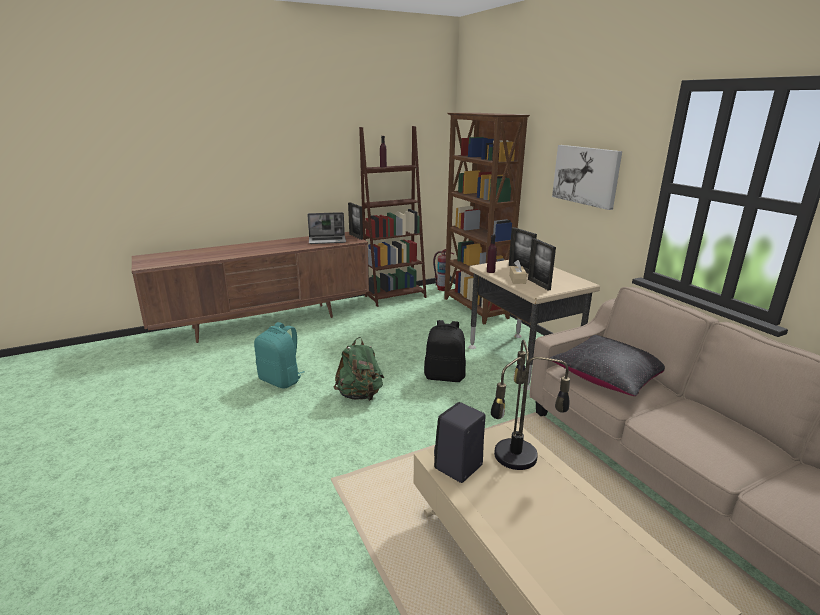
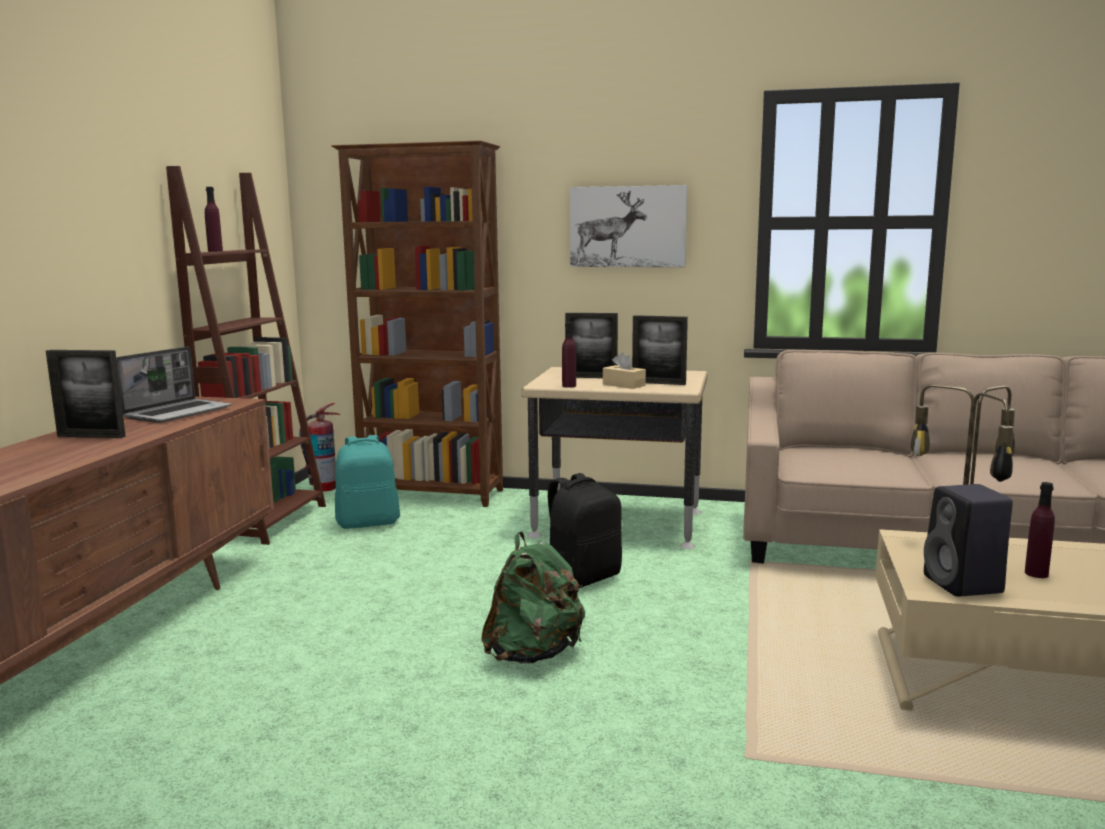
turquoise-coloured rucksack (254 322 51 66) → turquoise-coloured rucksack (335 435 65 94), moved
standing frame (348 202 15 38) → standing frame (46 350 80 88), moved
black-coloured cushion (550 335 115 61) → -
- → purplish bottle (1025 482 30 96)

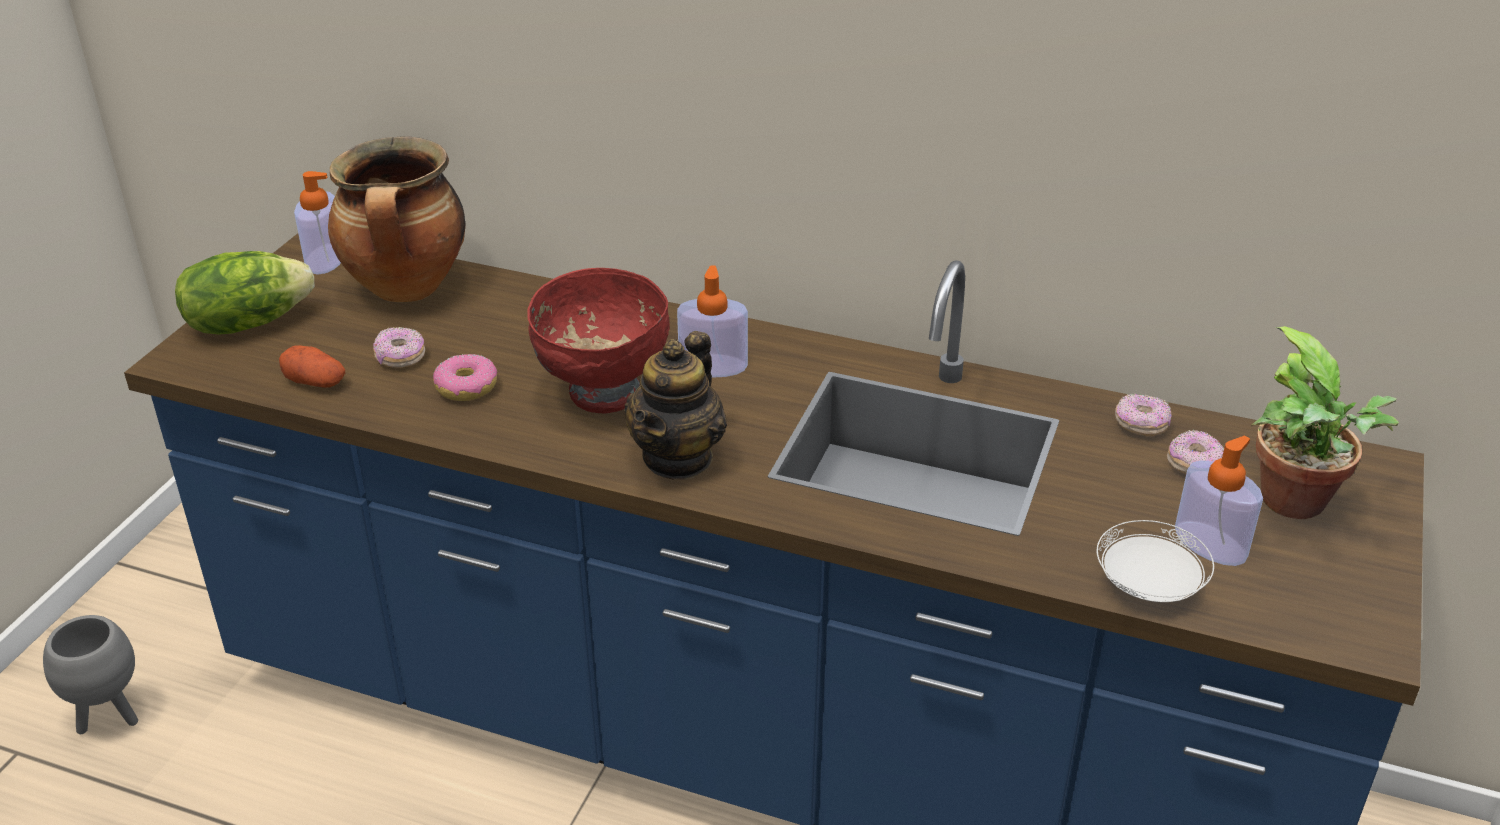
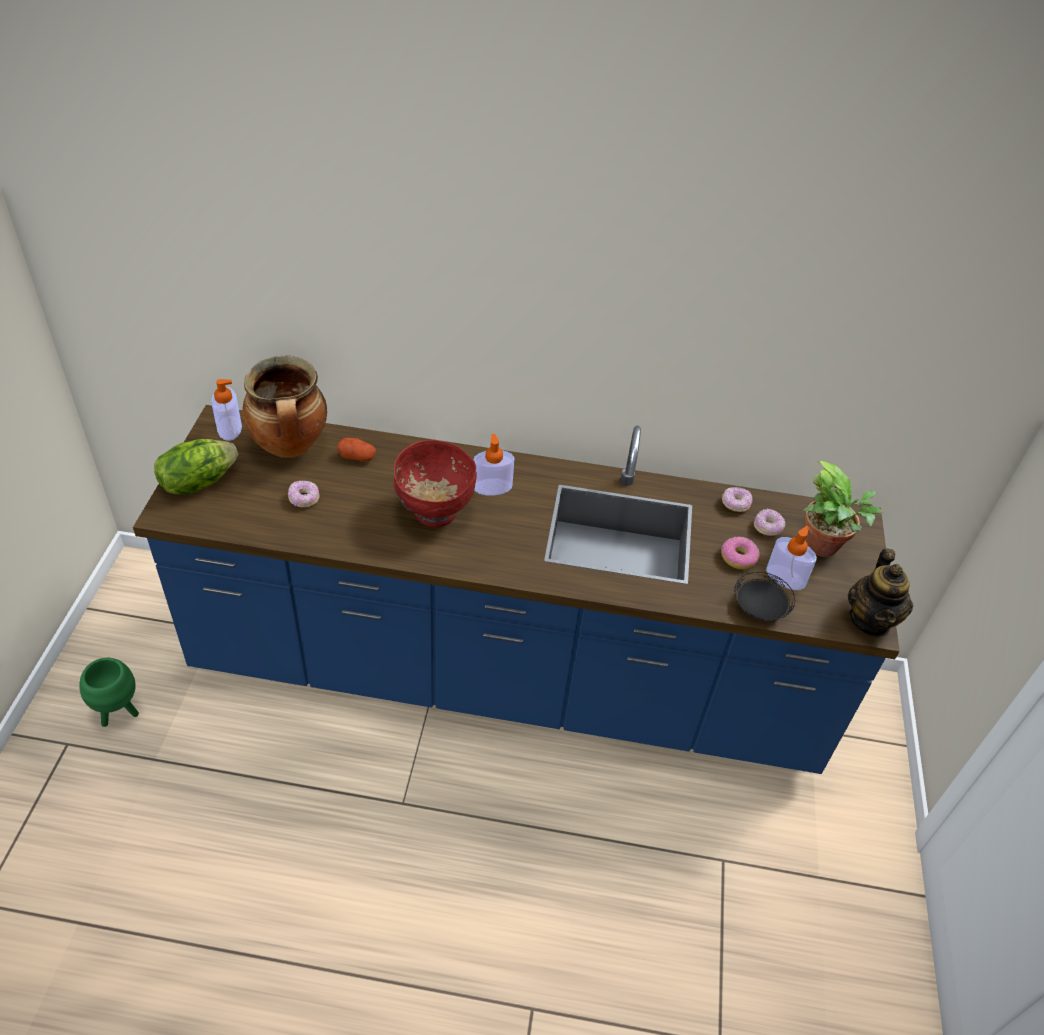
greyish plant pot (43 615 95 119) → greenish plant pot (79 658 60 69)
spud (279 345 66 43) → spud (337 438 39 23), moved
donut (433 354 65 47) → donut (721 537 39 32), moved
tea pot (624 331 103 149) → tea pot (848 548 65 89), moved
white plate (1097 520 117 82) → black-coloured plate (734 572 61 49)

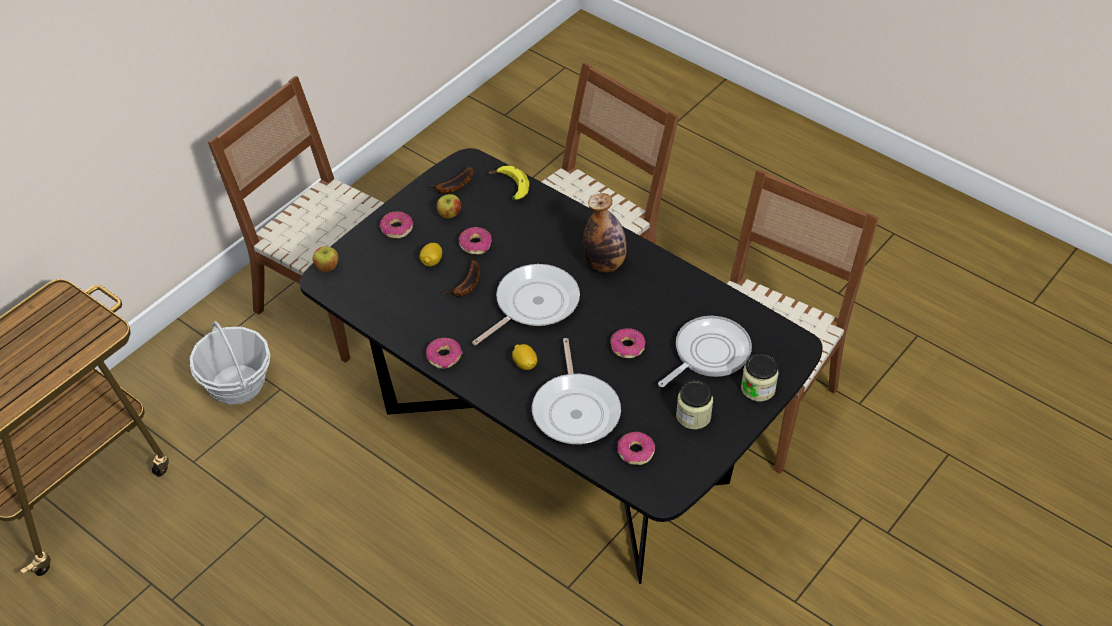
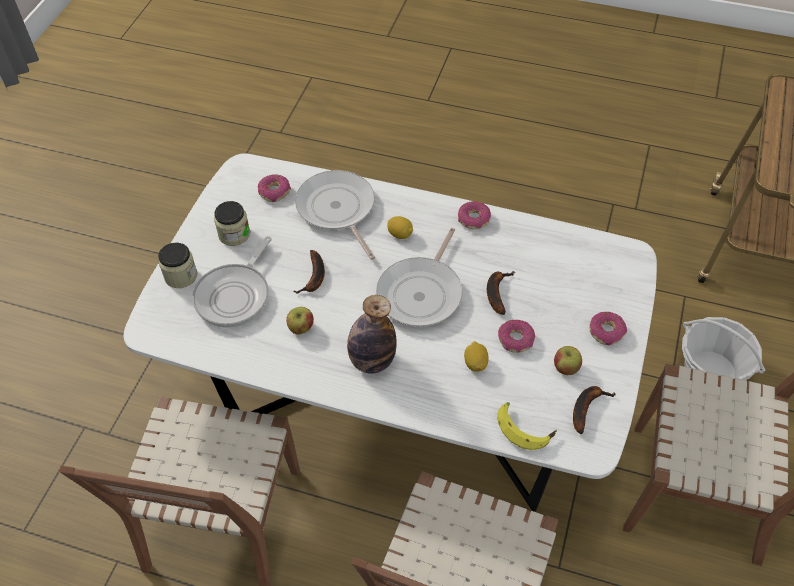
black-coloured kitchen table (300 148 523 436) → white kitchen table (124 153 533 359)
whole apple (313 247 25 25) → whole apple (286 307 28 27), moved
whole lemon (419 243 23 24) → whole lemon (464 341 25 31), moved
donut (610 328 36 30) → banana fruit (293 250 32 43)

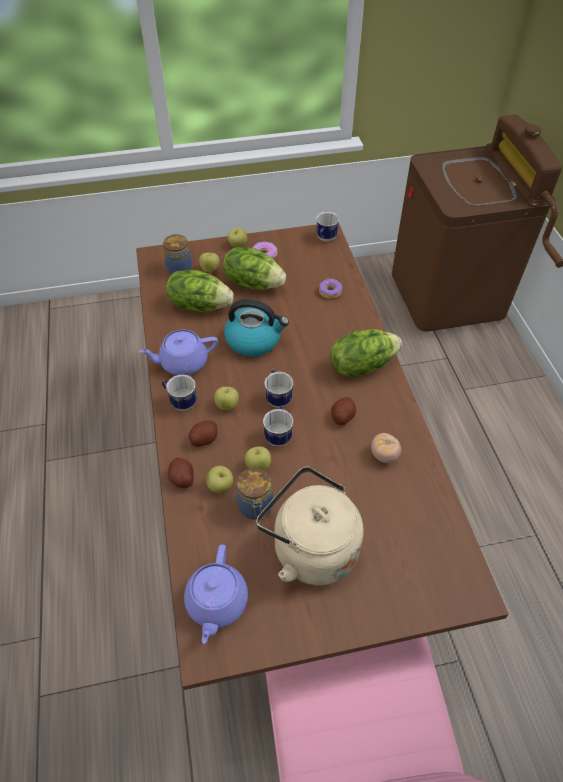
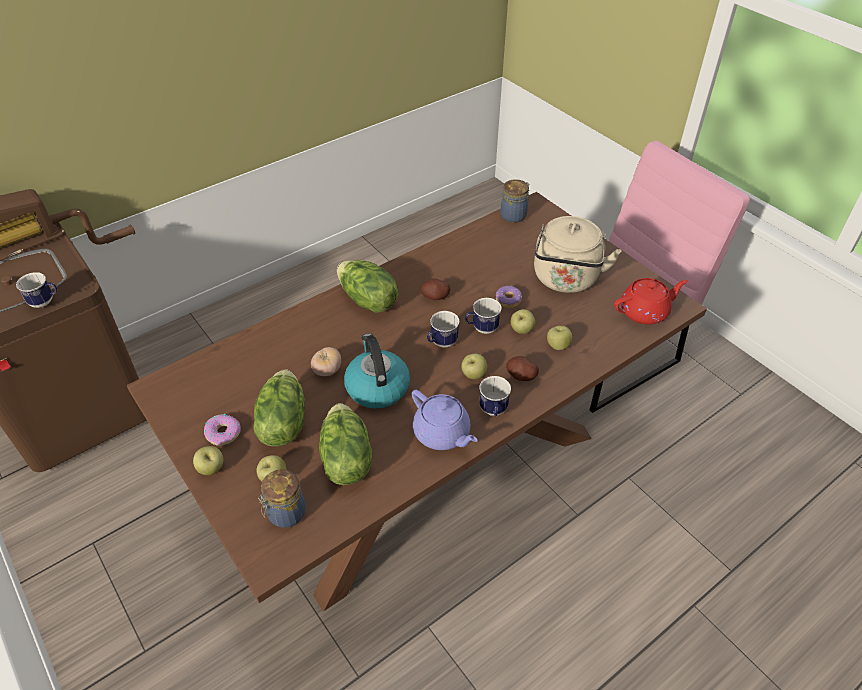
spud (168 458 26 30) → -
purplish tea pot (184 544 64 100) → red tea pot (614 278 74 46)
preserve jar (237 468 36 52) → preserve jar (501 179 29 44), moved
coffee mug (316 212 23 30) → coffee mug (16 272 41 36), moved
donut (319 278 23 21) → donut (496 286 26 22), moved
whole tomato (371 433 30 30) → whole tomato (311 347 30 29), moved

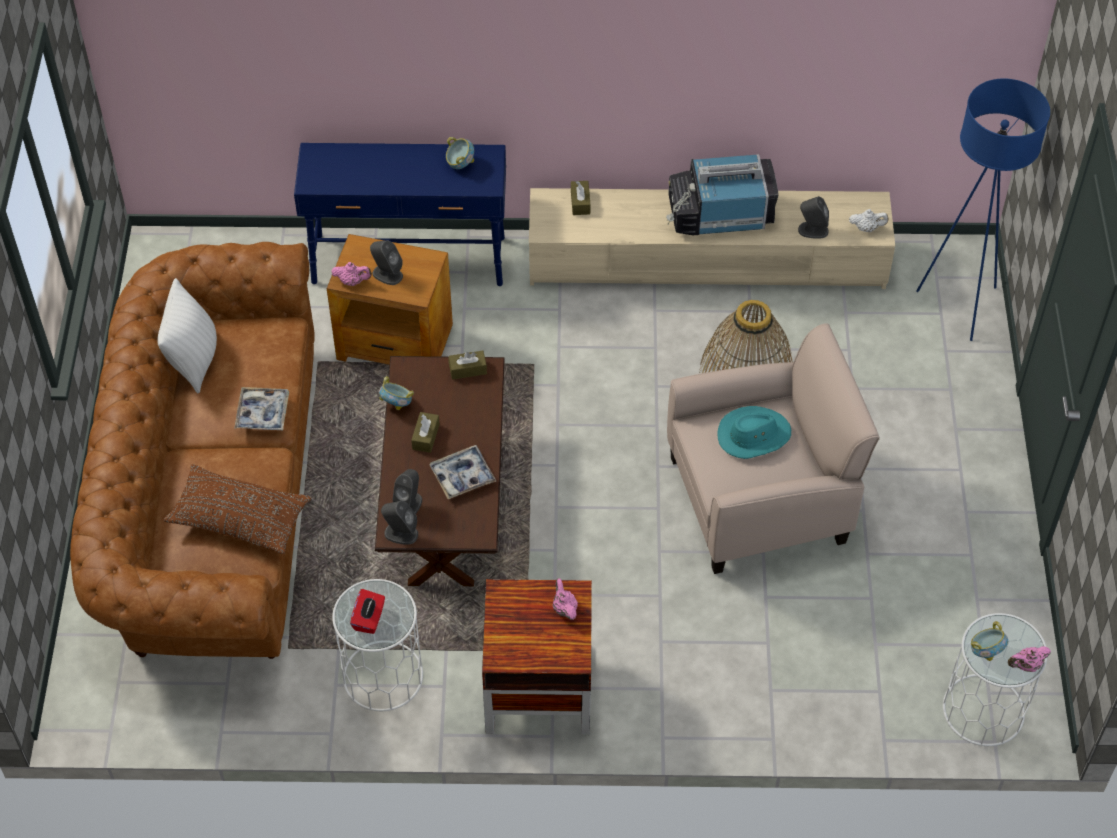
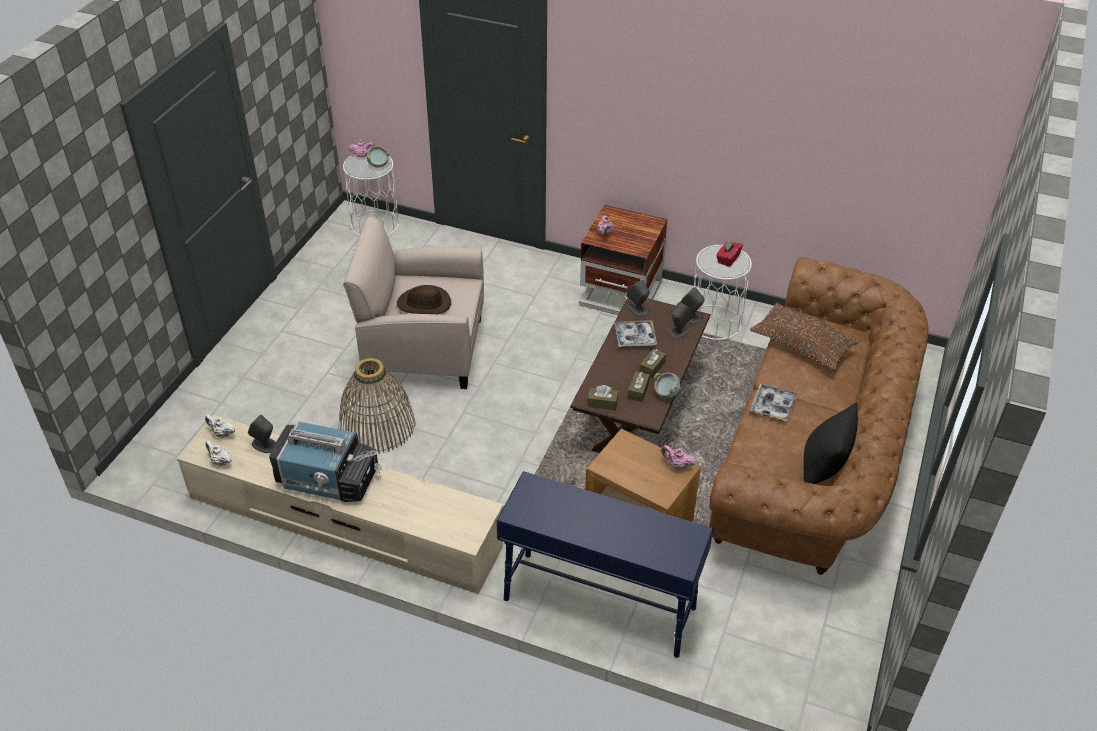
white cushion (157 278 60 115) → black-coloured cushion (804 403 54 81)
greyish loudspeaker (370 241 33 44) → greyish loudspeaker (627 280 23 36), moved
bowl (446 137 28 32) → -
brownish tissue holder (571 181 20 34) → brownish tissue holder (628 371 22 31), moved
turquoise-coloured clothing hat (717 406 74 53) → brownish clothing hat (397 285 54 29)
blue floor lamp (916 78 134 263) → -
- → white tea pot (205 440 27 26)

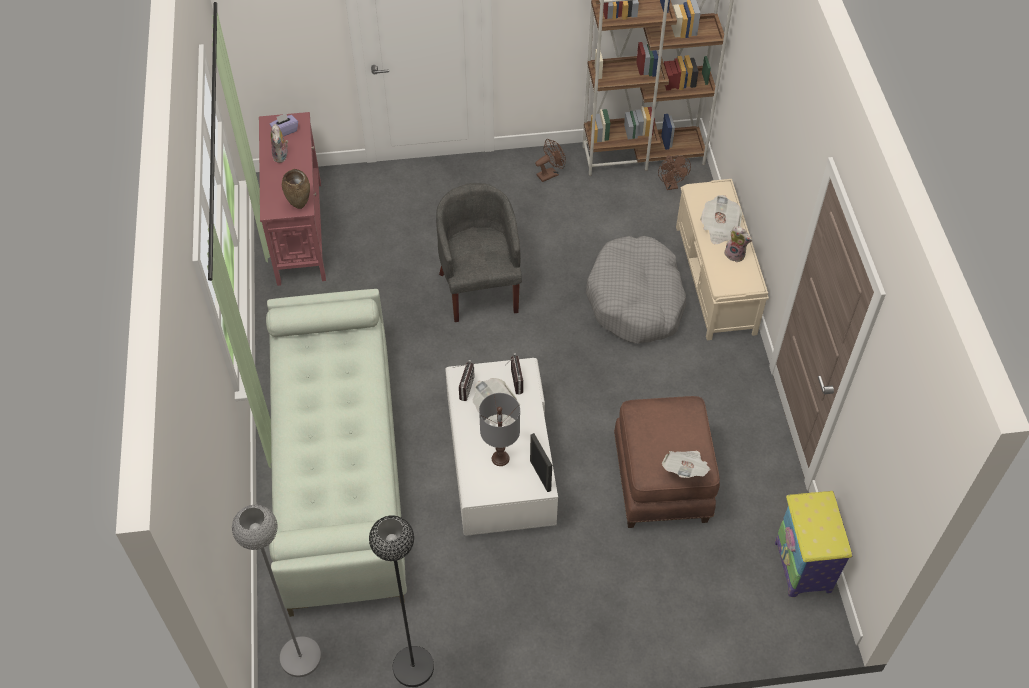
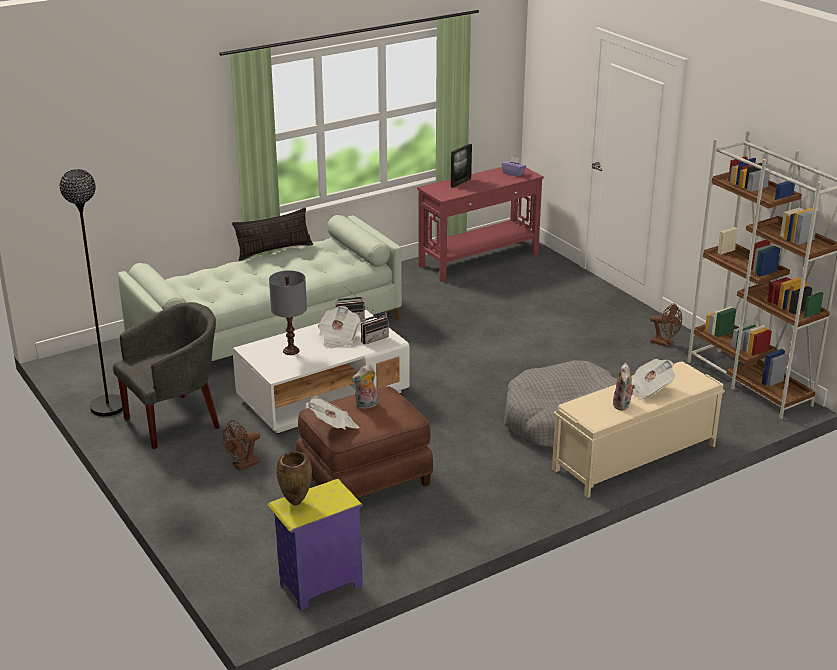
greyish floor lamp (232 505 89 172) → -
soft toy (271 124 17 39) → soft toy (352 364 26 45), moved
brownish flower vase (282 169 28 40) → brownish flower vase (276 451 36 55), moved
greyish armchair (436 183 86 139) → greyish armchair (113 302 107 147), moved
standing frame (530 433 22 59) → standing frame (451 144 21 44), moved
brownish cooling fan (658 155 33 35) → brownish cooling fan (223 420 37 51), moved
- → cushion (232 207 81 54)

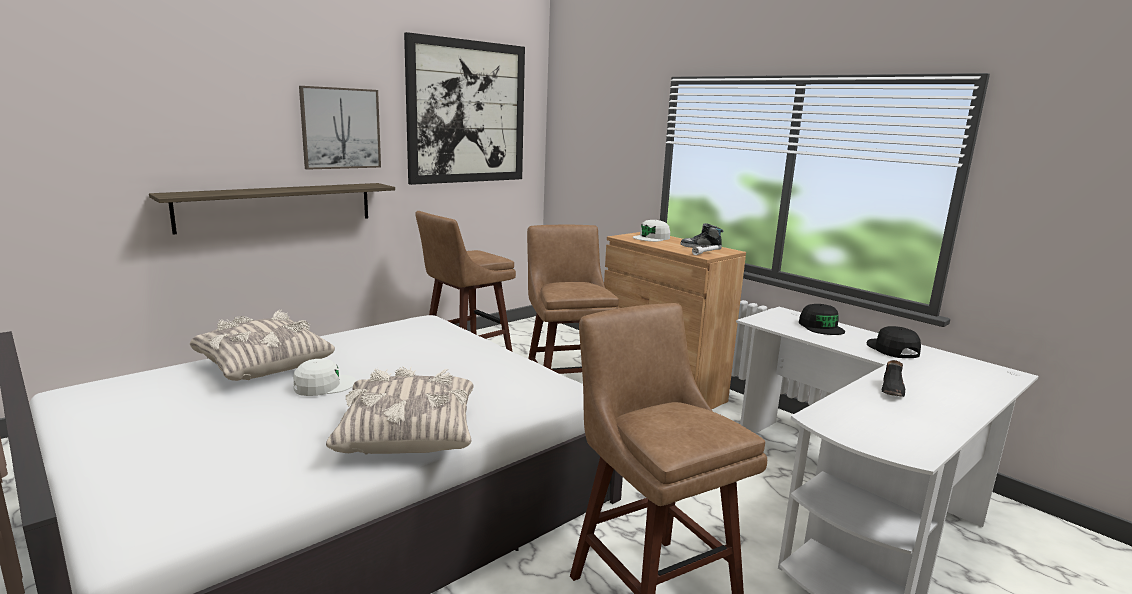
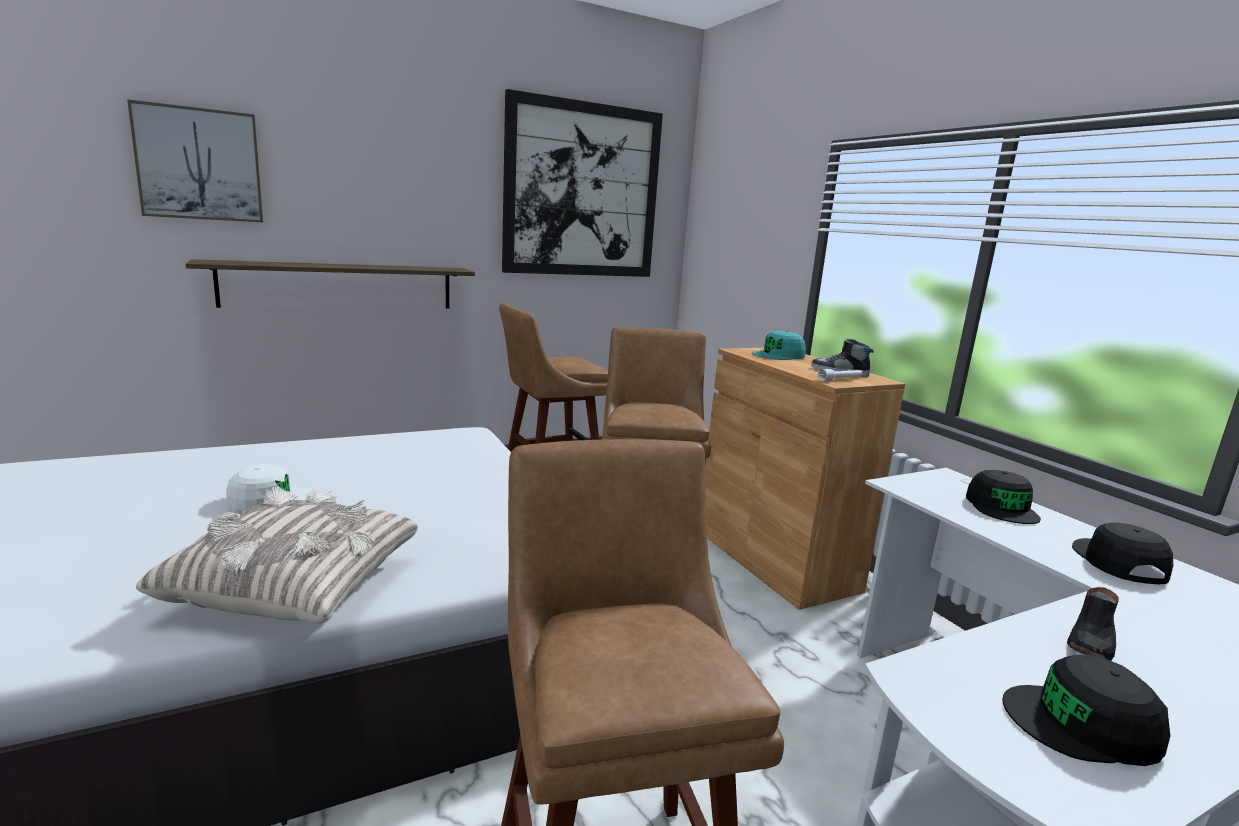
beige-coloured cushion (190 309 145 72) → -
picture (299 86 82 84) → picture (127 99 136 123), moved
white baseball cap (633 220 37 22) → turquoise-coloured baseball cap (752 331 54 29)
- → black-coloured baseball cap (1002 654 168 112)

